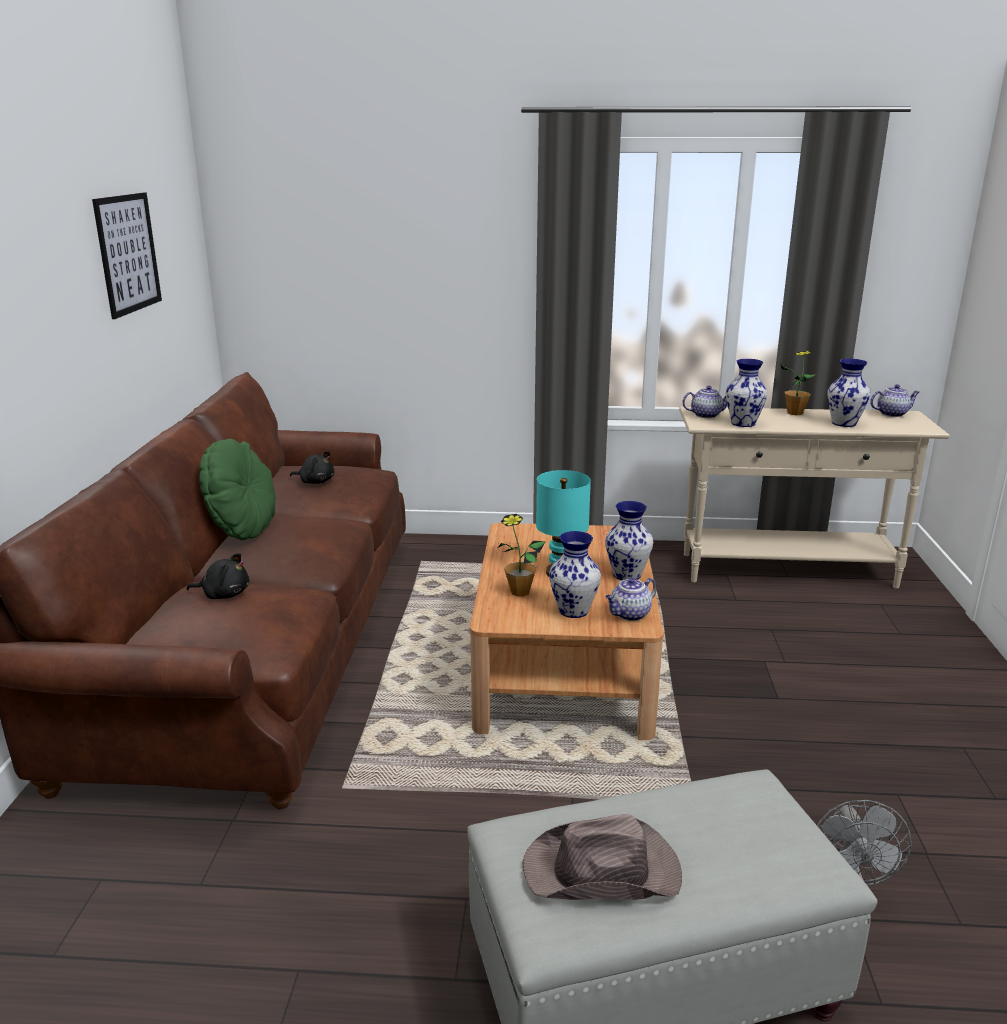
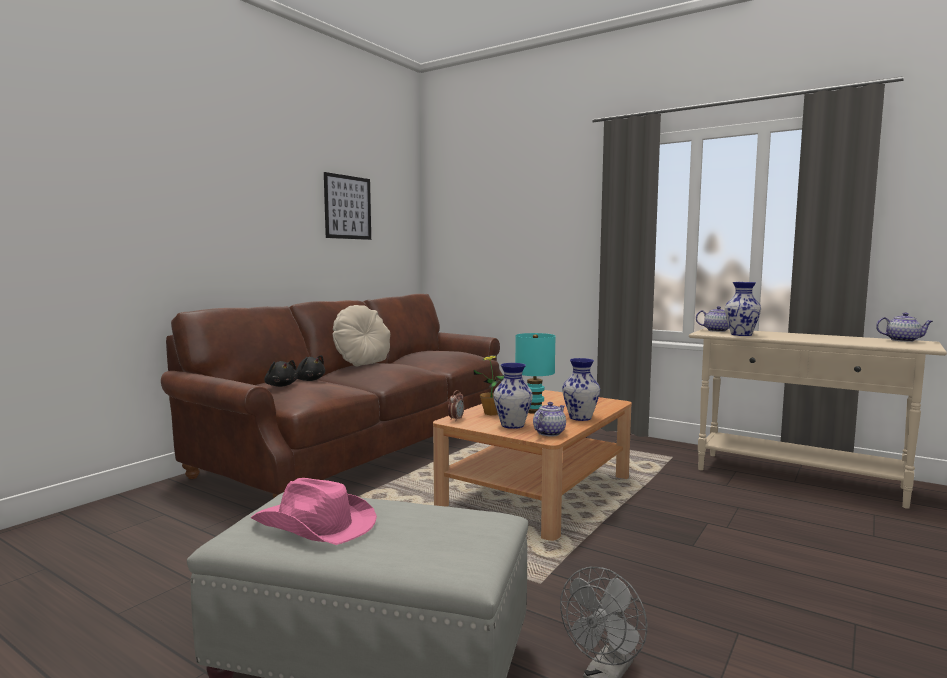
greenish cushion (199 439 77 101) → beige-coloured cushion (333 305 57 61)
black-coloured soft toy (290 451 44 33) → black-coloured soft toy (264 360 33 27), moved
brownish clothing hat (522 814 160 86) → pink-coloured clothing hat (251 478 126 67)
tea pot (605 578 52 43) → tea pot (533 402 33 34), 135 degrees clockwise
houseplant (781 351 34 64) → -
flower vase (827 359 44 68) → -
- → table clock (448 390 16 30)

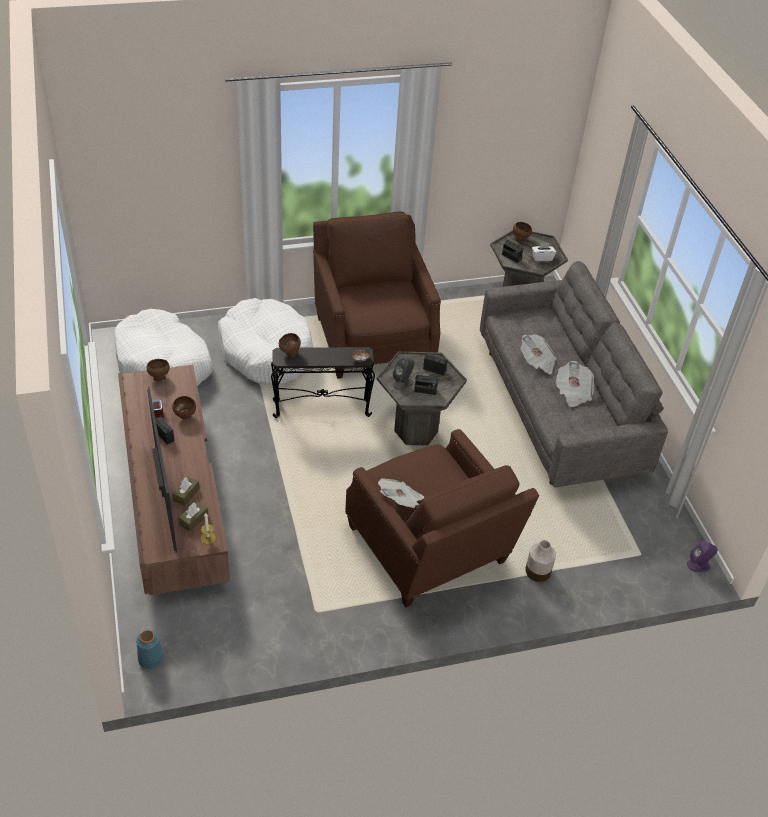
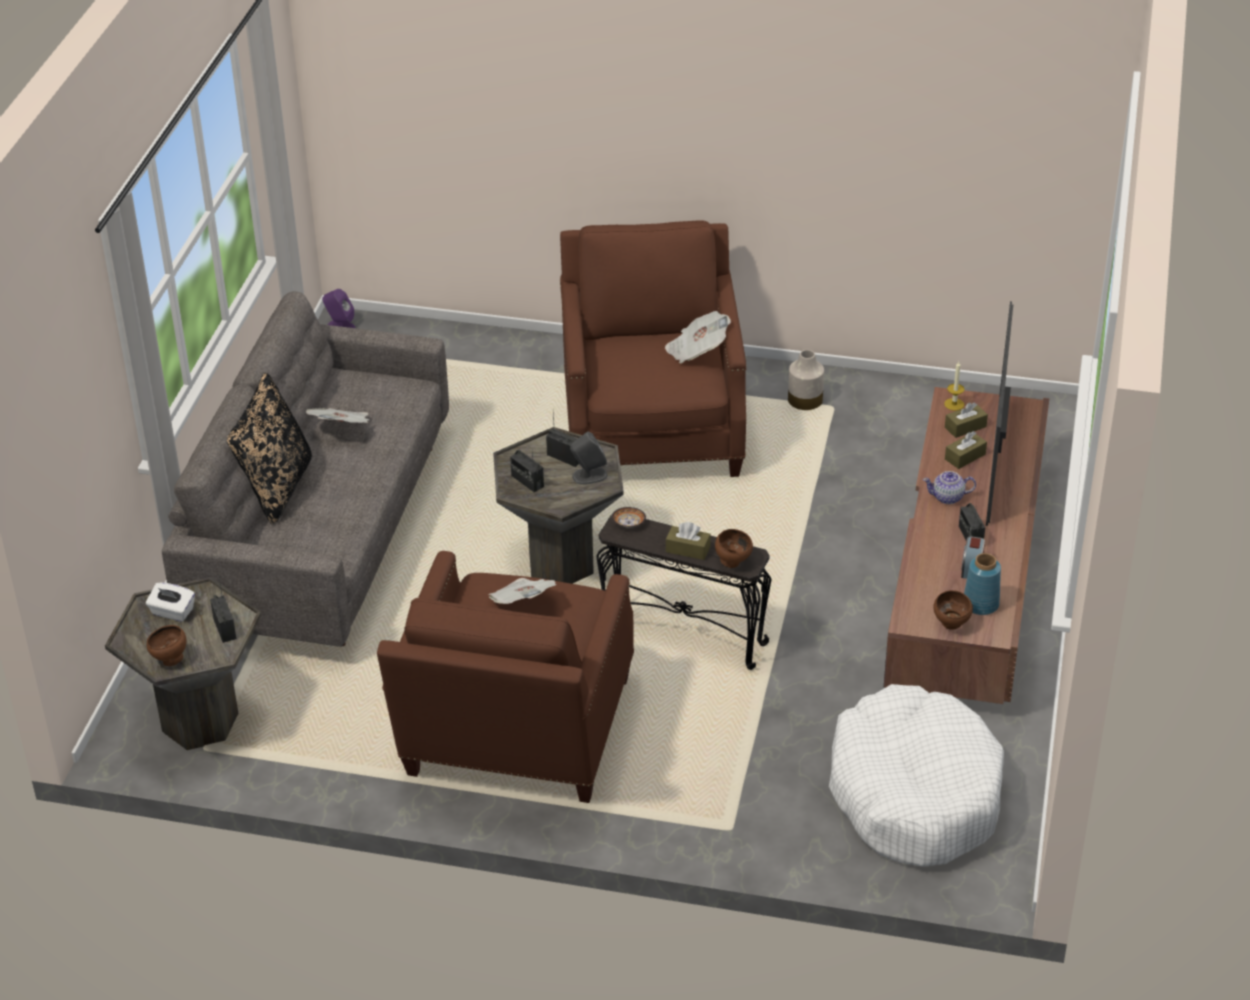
blue flower vase (136 630 28 39) → blue flower vase (964 553 37 62), moved
brownish bowl (172 396 24 23) → -
white pet bed (218 298 95 87) → -
daily paper (520 334 37 40) → daily paper (488 578 68 26), moved
beige-coloured flower vase (525 540 31 42) → beige-coloured flower vase (788 350 36 60), moved
- → black-coloured cushion (227 372 85 153)
- → brownish tissue holder (666 522 45 38)
- → tea pot (923 471 53 33)

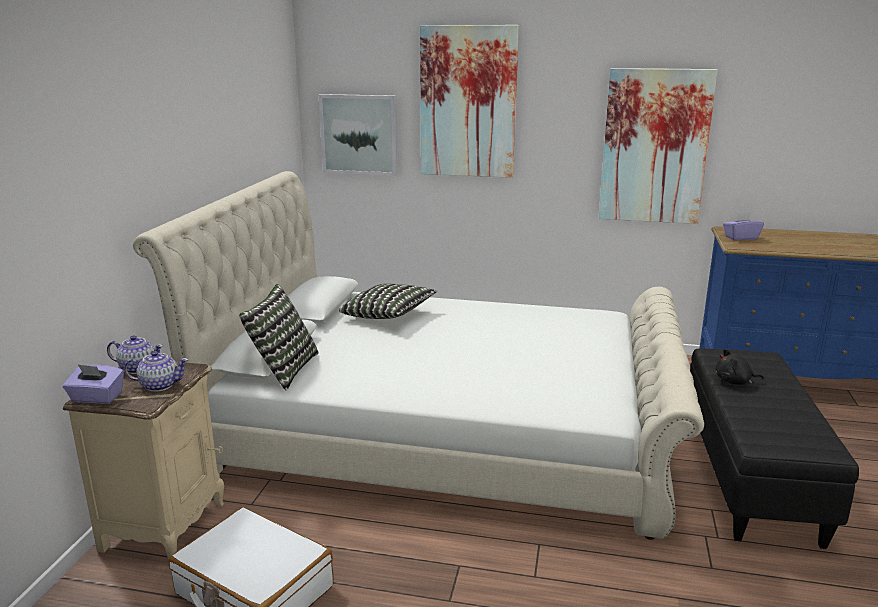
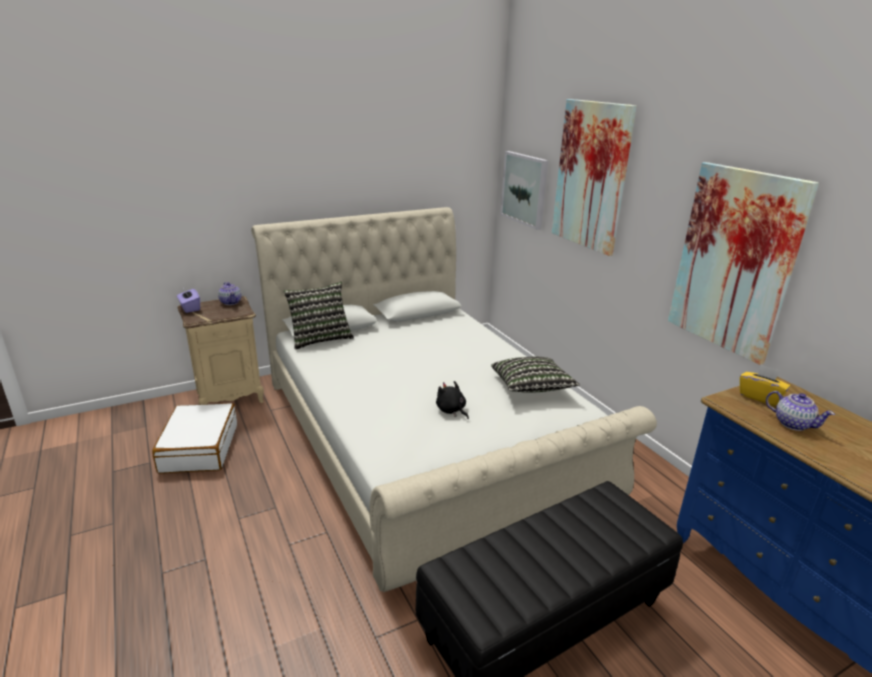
tea pot (124 351 65 41) → tea pot (766 391 69 40), moved
cushion (339 284 98 35) → cushion (491 357 89 36), moved
black-coloured soft toy (716 349 48 36) → black-coloured soft toy (436 381 33 38), moved
purplish tissue holder (723 212 41 28) → yellow tissue holder (740 364 50 42)

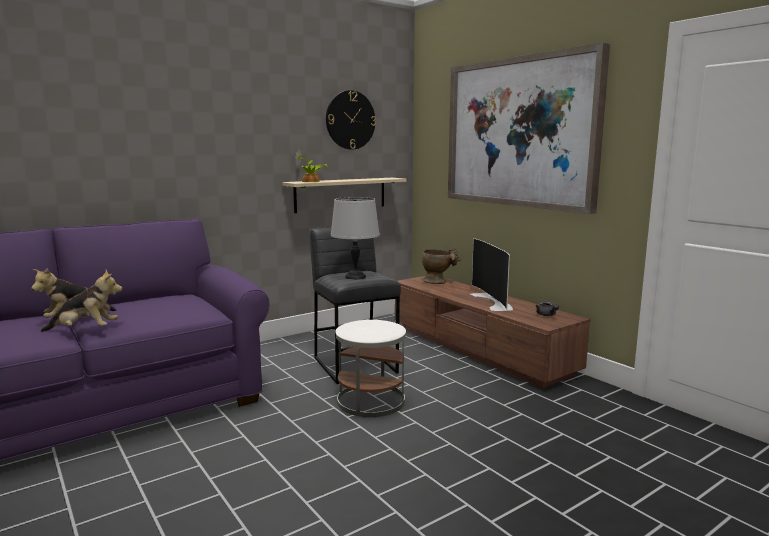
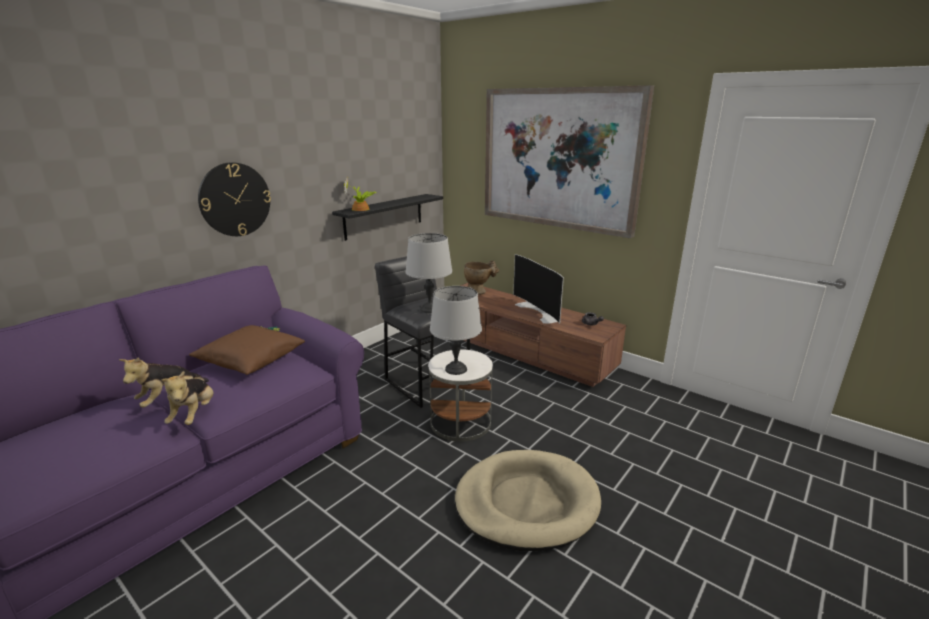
soft toy (41 270 82 62) → soft toy (161 371 53 54), 105 degrees clockwise
beige-coloured bracket shelf (282 178 124 35) → black-coloured bracket shelf (332 194 111 47)
clock on the wall (326 90 50 60) → clock on the wall (198 162 73 74), moved
- → brownish cushion (189 325 116 50)
- → greyish table lamp (430 286 52 89)
- → beige-coloured pet bed (455 450 146 101)

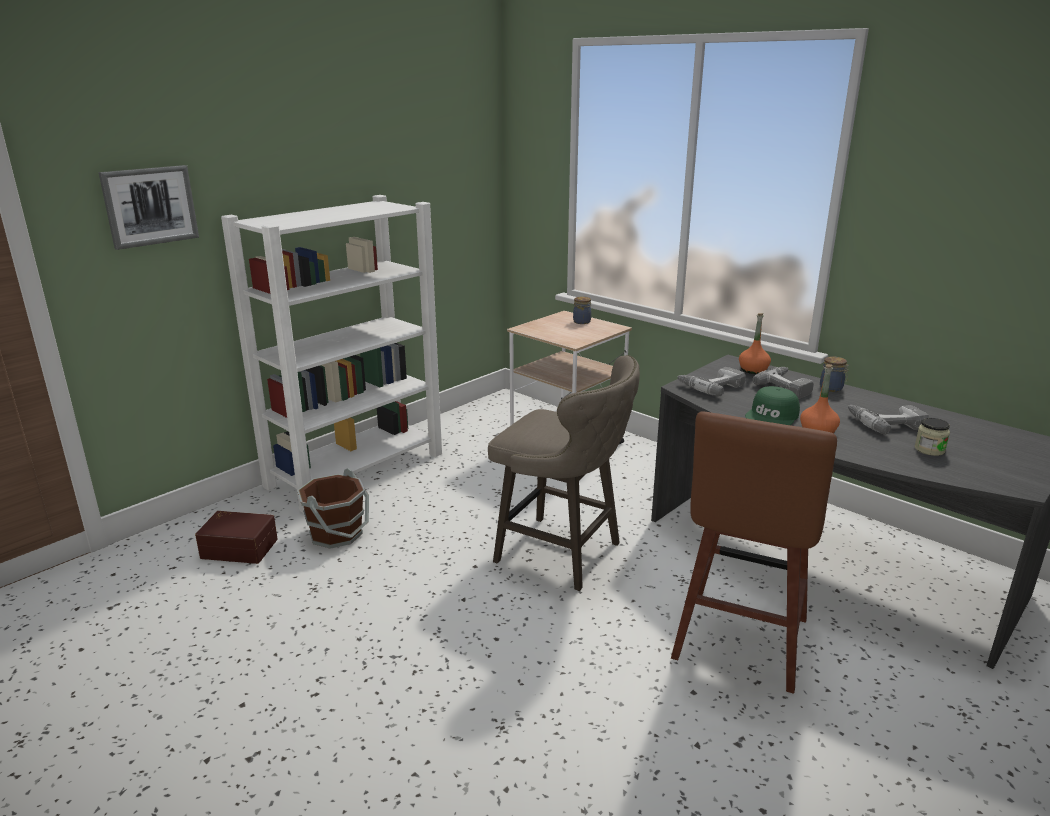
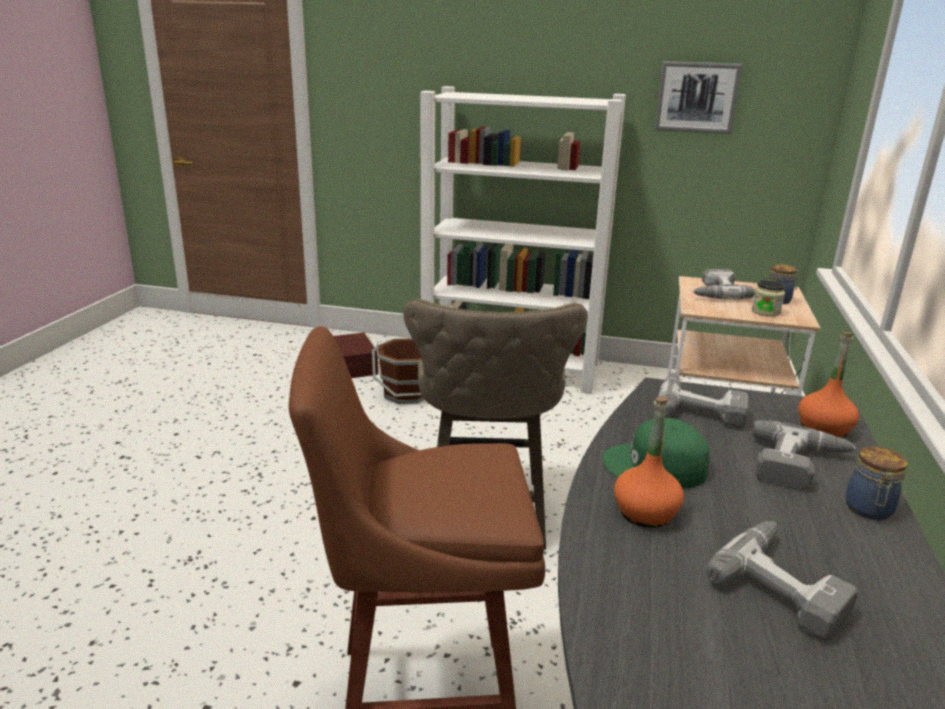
picture (99 165 100 85) → picture (654 61 88 73), moved
preserve jar (915 418 35 38) → preserve jar (752 280 33 37), moved
- → electric drill (692 269 63 30)

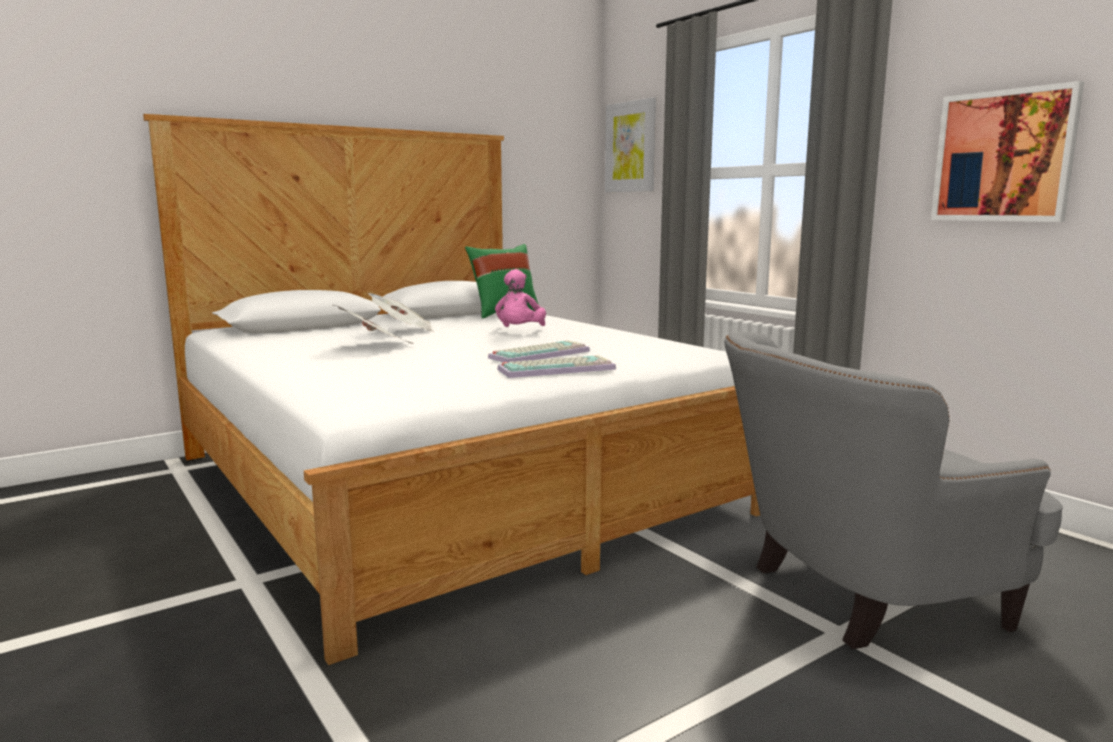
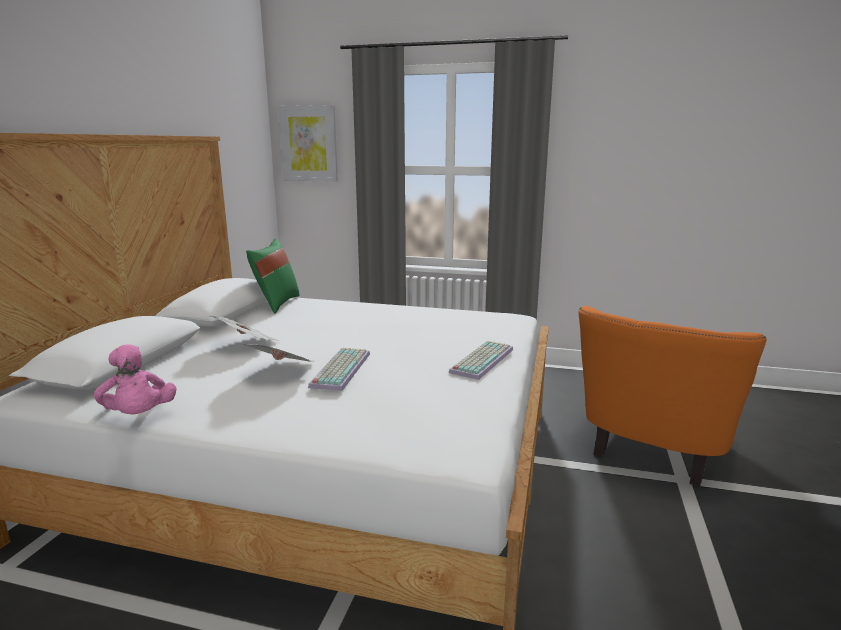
keyboard (488 340 102 23) → keyboard (308 348 62 43), moved
pink-coloured soft toy (495 269 51 58) → pink-coloured soft toy (94 344 82 71), moved
greyish armchair (724 332 339 317) → orangey armchair (579 306 188 181)
picture (931 81 153 141) → -

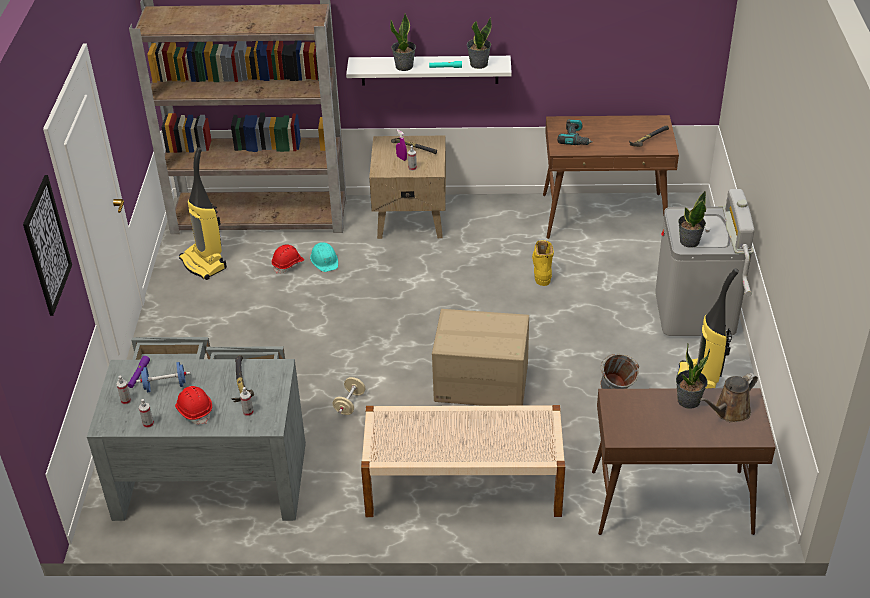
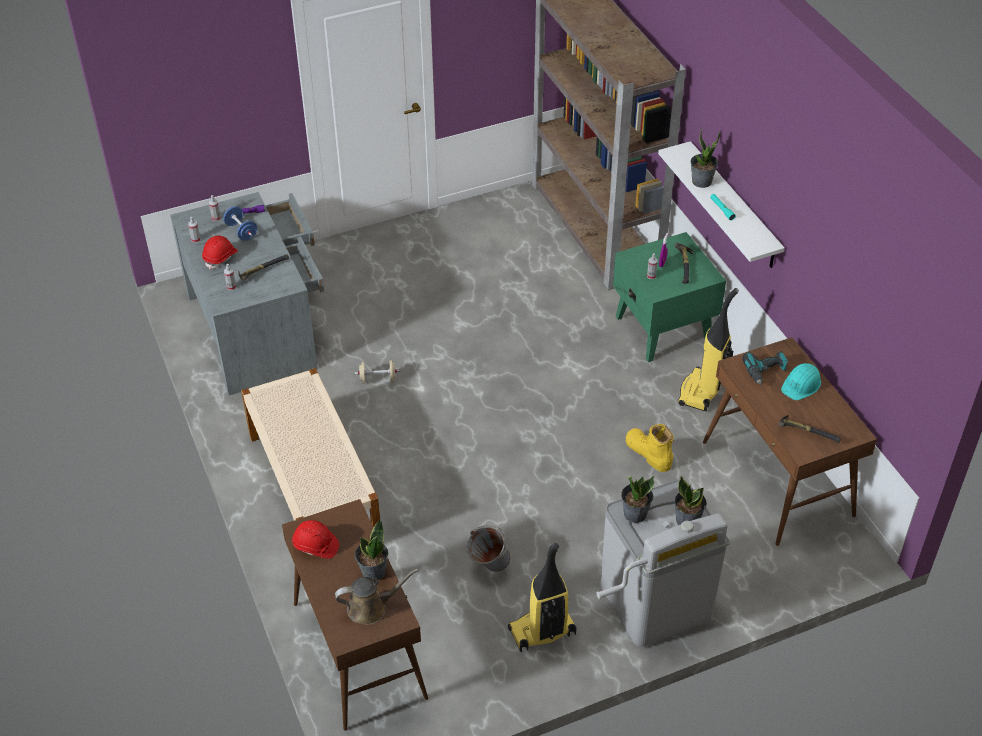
picture (23 175 49 141) → -
vacuum (179 147 48 133) → vacuum (678 288 61 123), moved
red work helmet (272 244 32 30) → red work helmet (292 520 47 39), moved
turquoise-coloured work helmet (310 242 28 30) → turquoise-coloured work helmet (781 363 40 37), moved
beige-coloured nightstand (369 136 77 103) → greenish nightstand (613 232 113 130)
cardboard box (432 309 97 97) → -
houseplant (467 17 25 52) → houseplant (674 476 33 49), moved
yellow high-top boot (532 240 22 46) → yellow high-top boot (626 424 48 48), 105 degrees counterclockwise
brownish watering pot (700 373 58 50) → brownish watering pot (335 568 83 57), 135 degrees clockwise

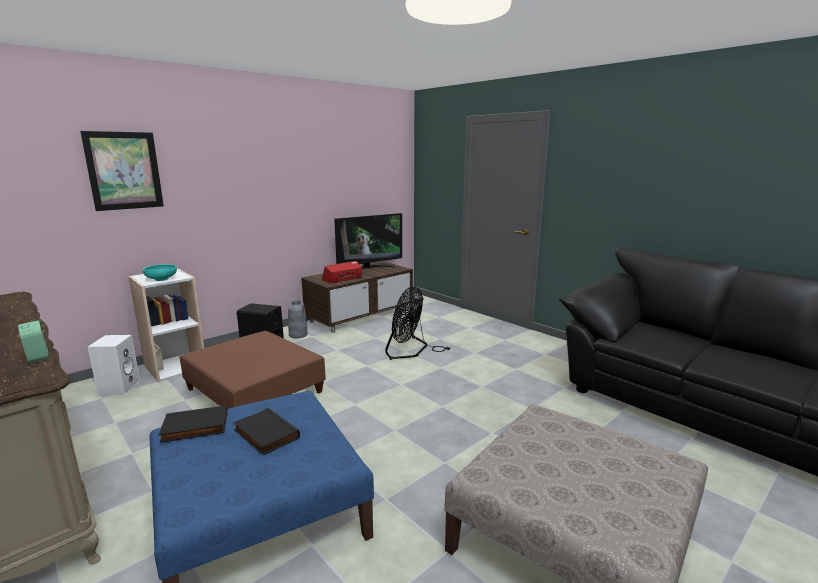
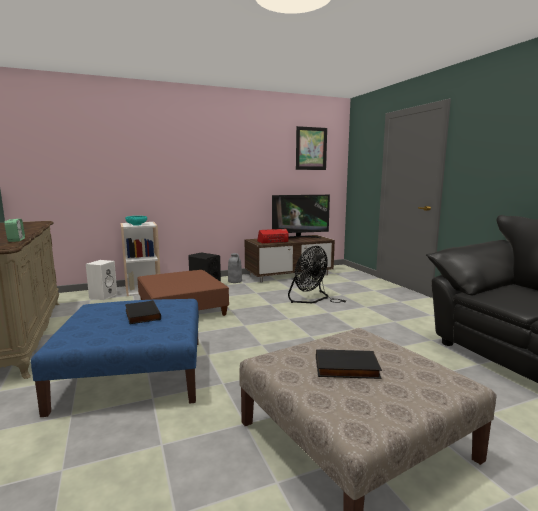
picture (80 131 84 80) → picture (296 126 31 44), moved
black-coloured book (158 405 70 38) → black-coloured book (316 349 66 30), moved

